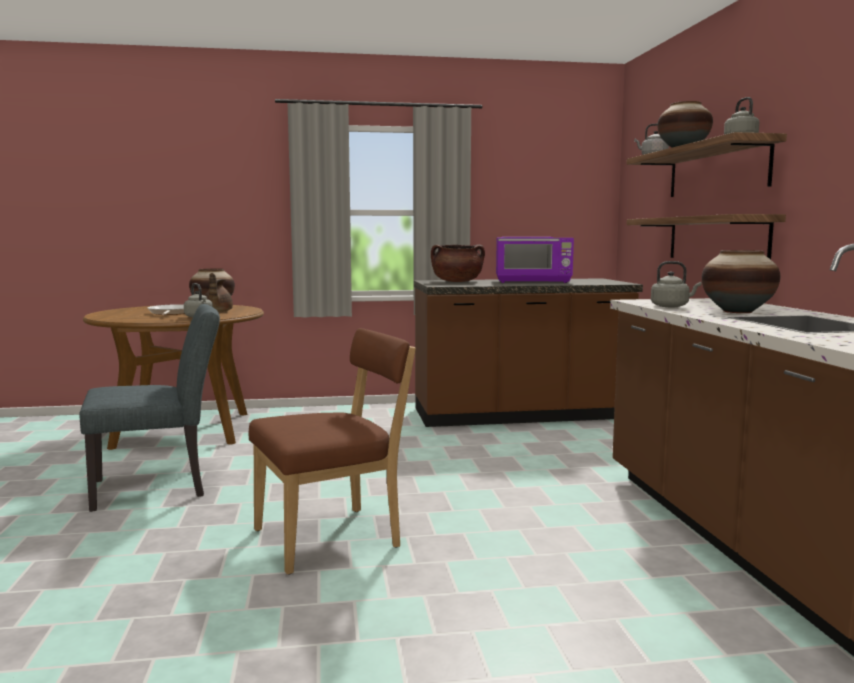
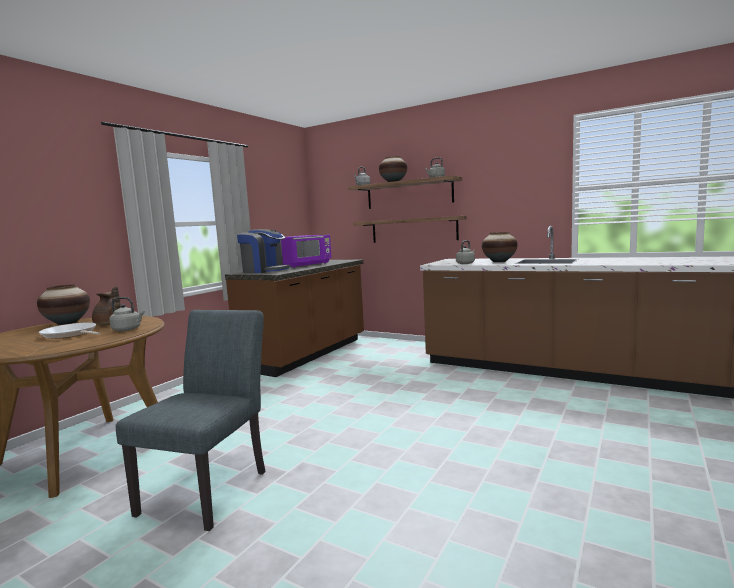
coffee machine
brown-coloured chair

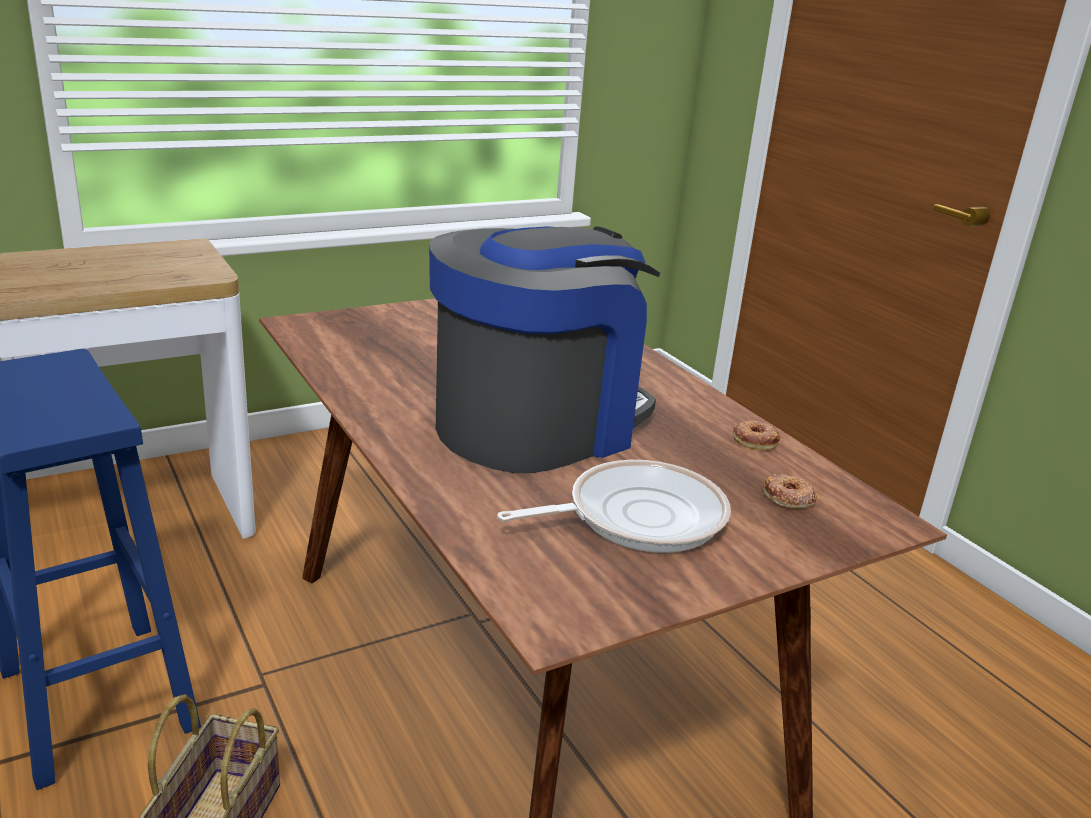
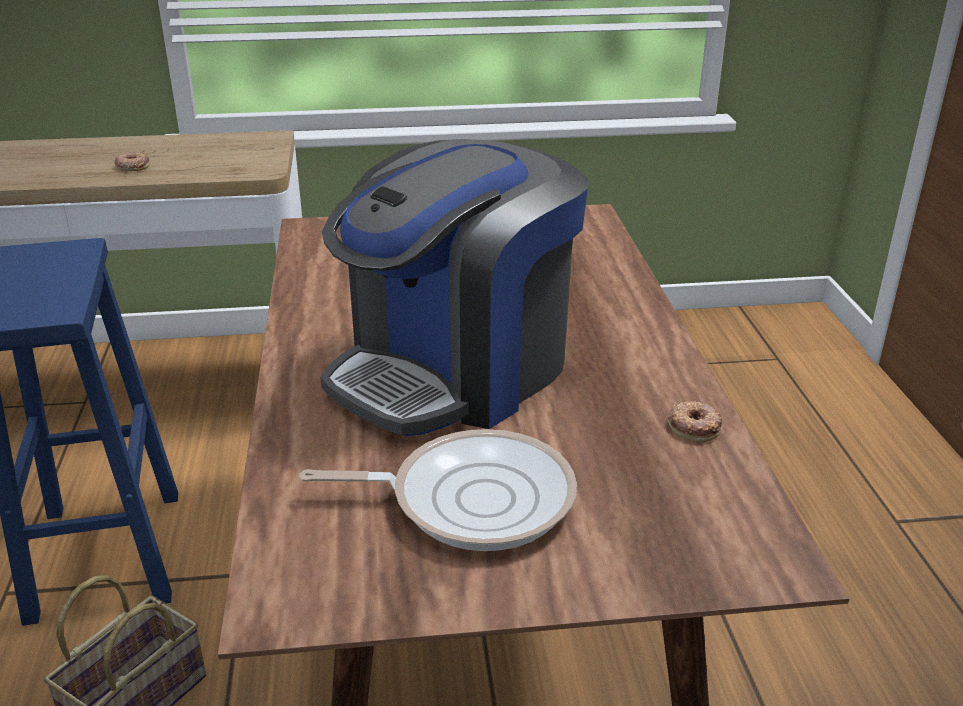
coffee machine
doughnut (no. 1 from left)

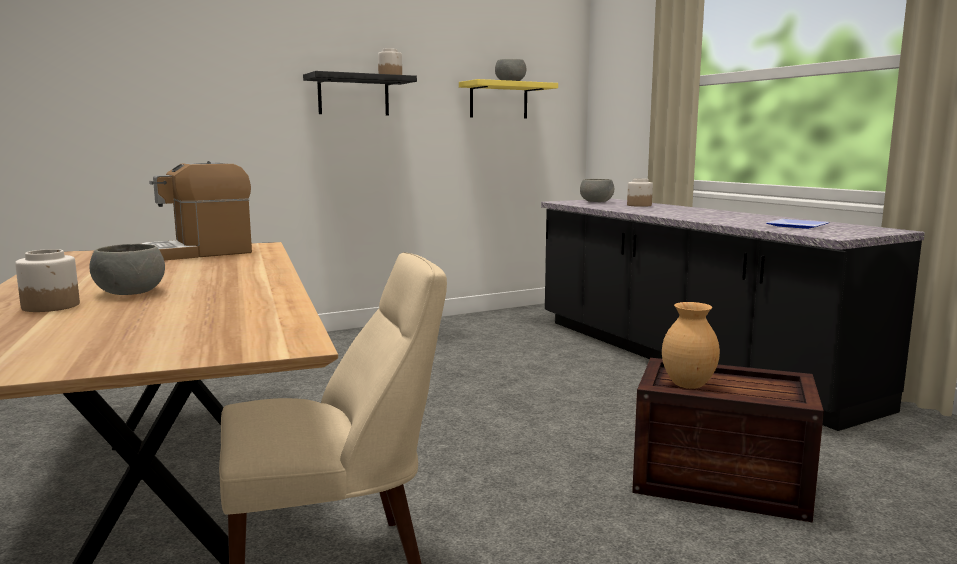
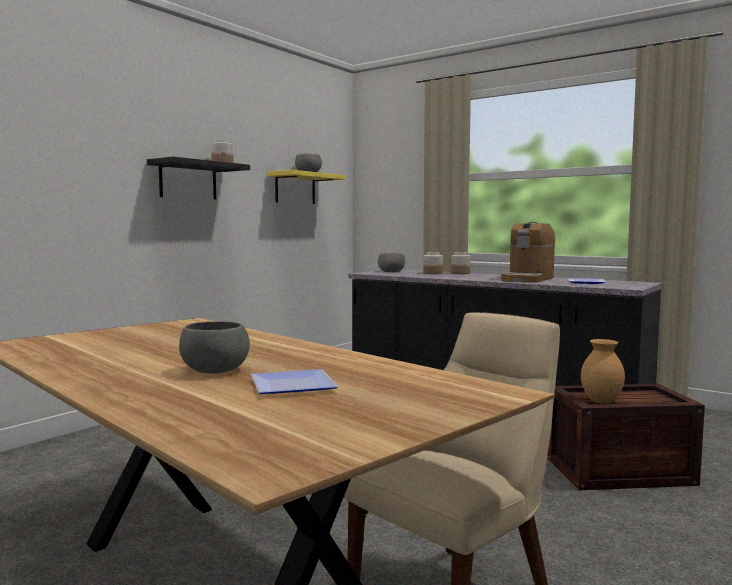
coffee machine
storage jar (no. 3 from left)
plate (no. 1 from left)

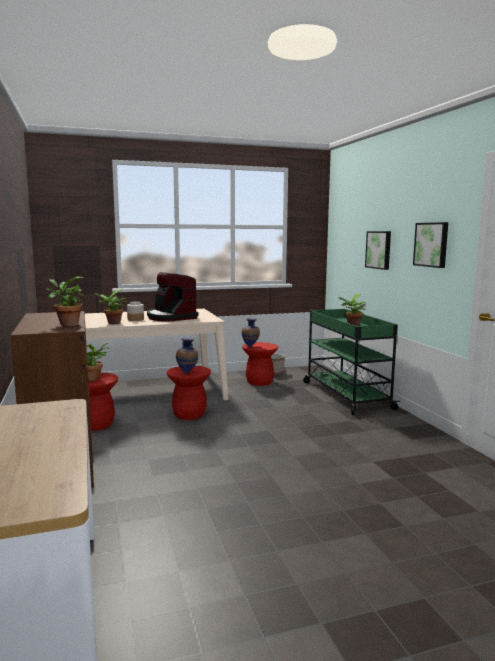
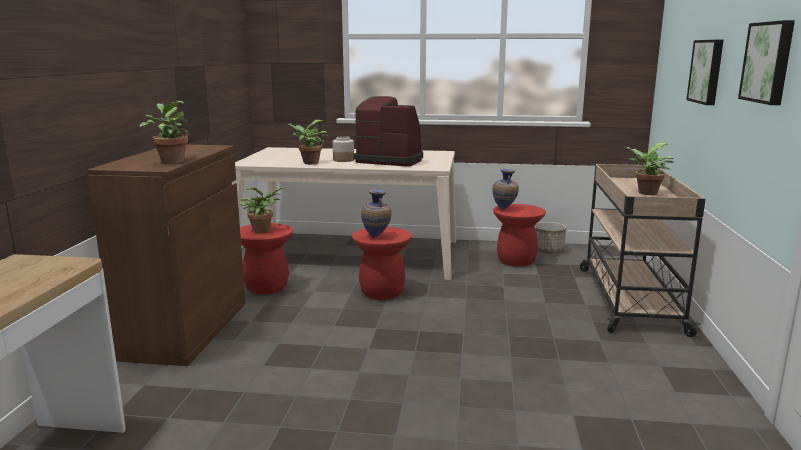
coffee machine
beige-coloured wheeled cart

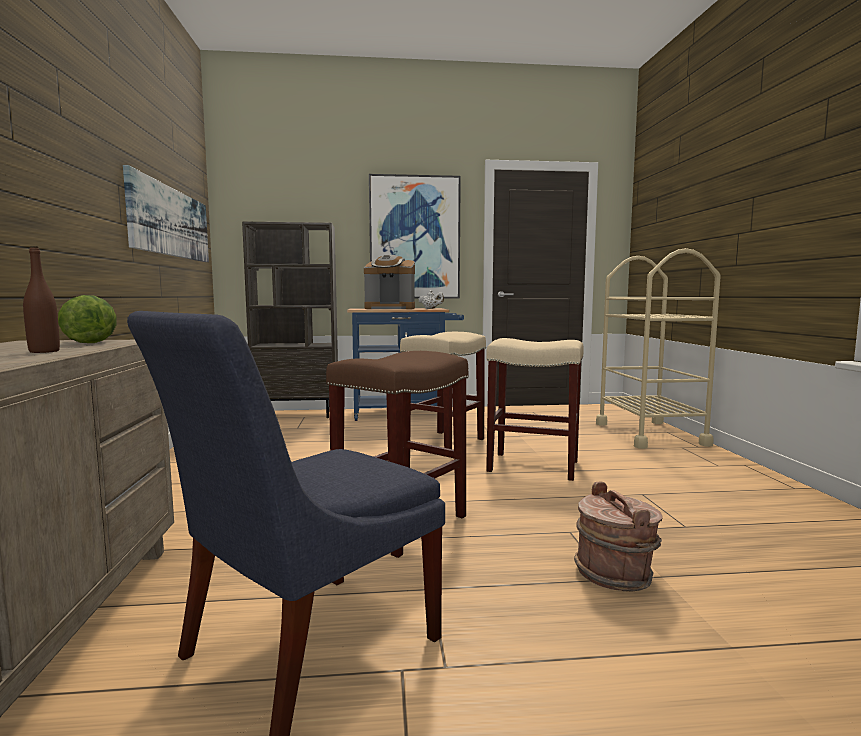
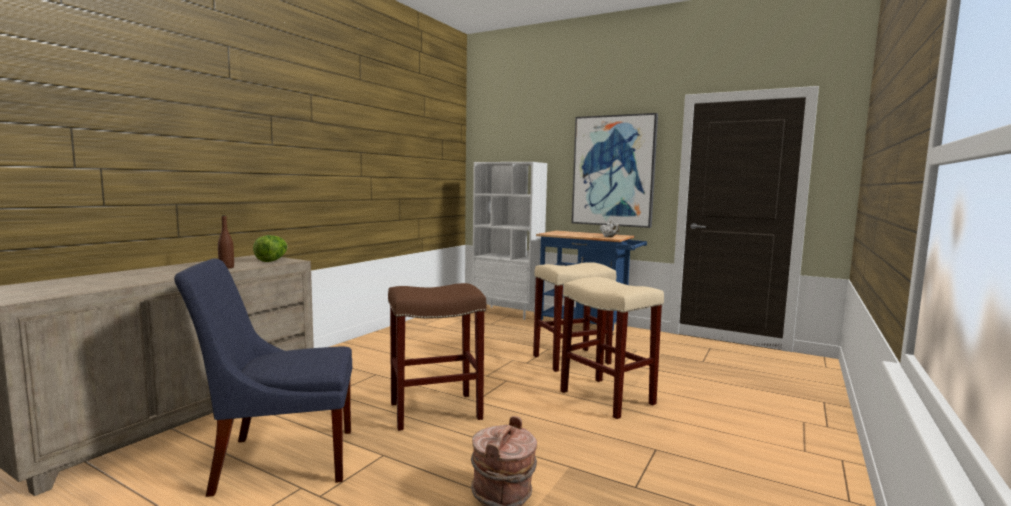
picture (no. 1 from left in the first image)
white bookshelf
beige-coloured wheeled cart
coffee machine

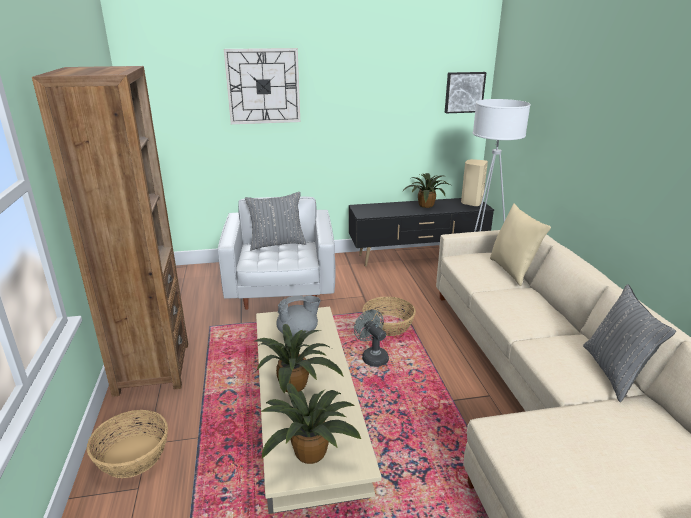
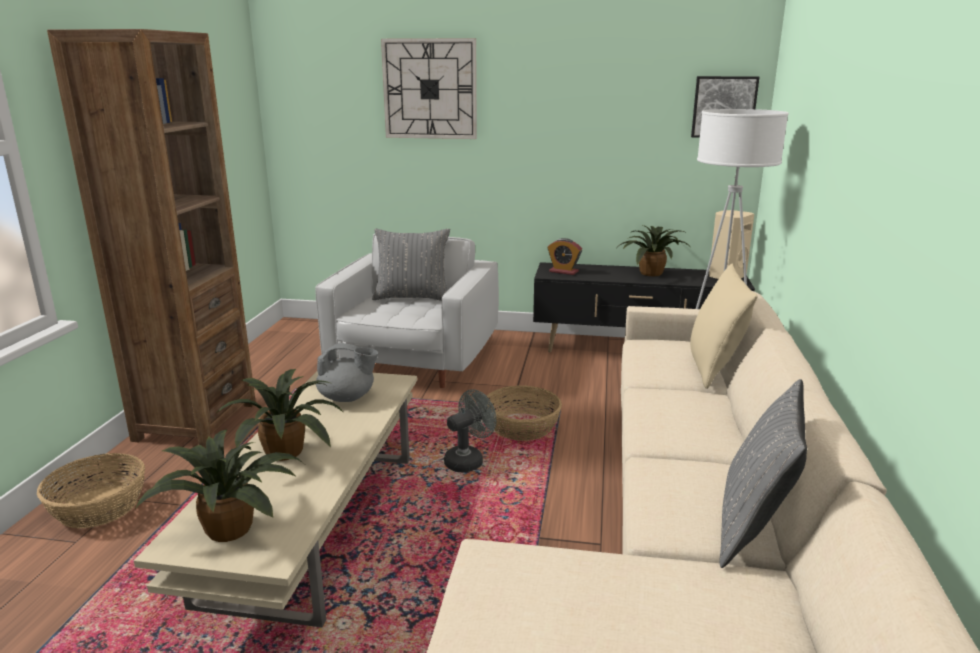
gray electric fan
bedside clock

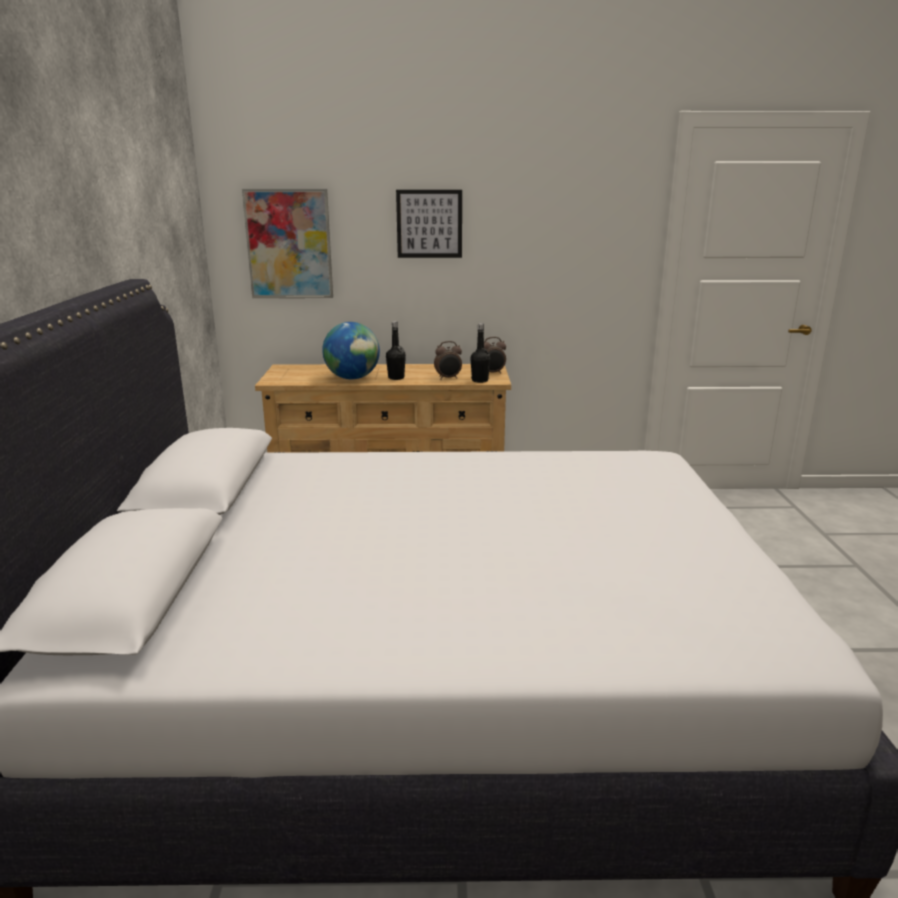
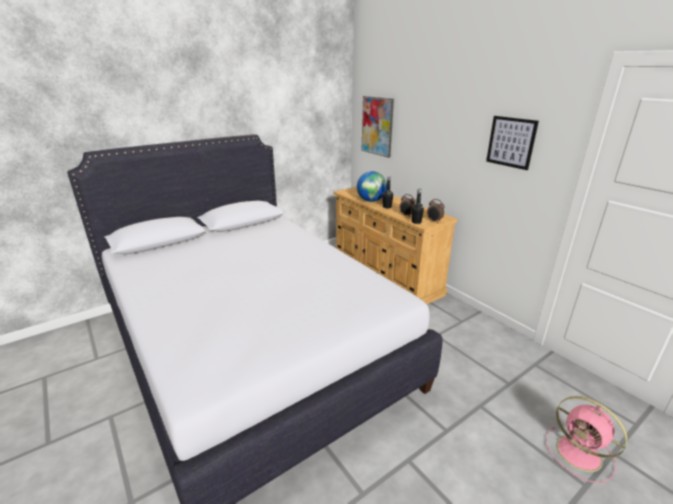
picture (no. 2 from left)
pink electric fan

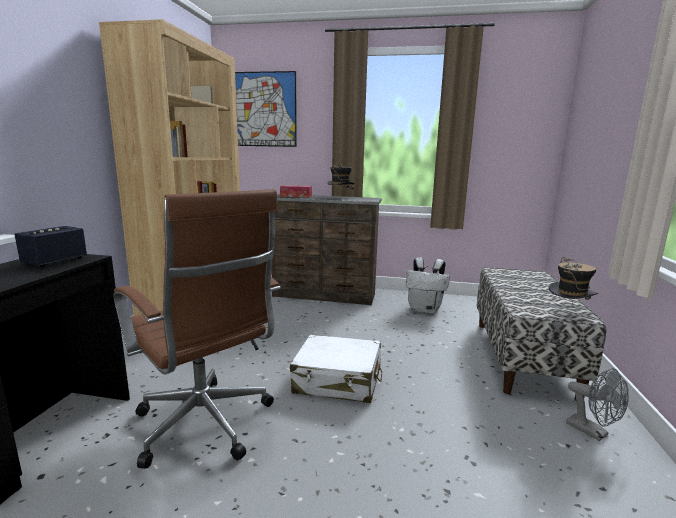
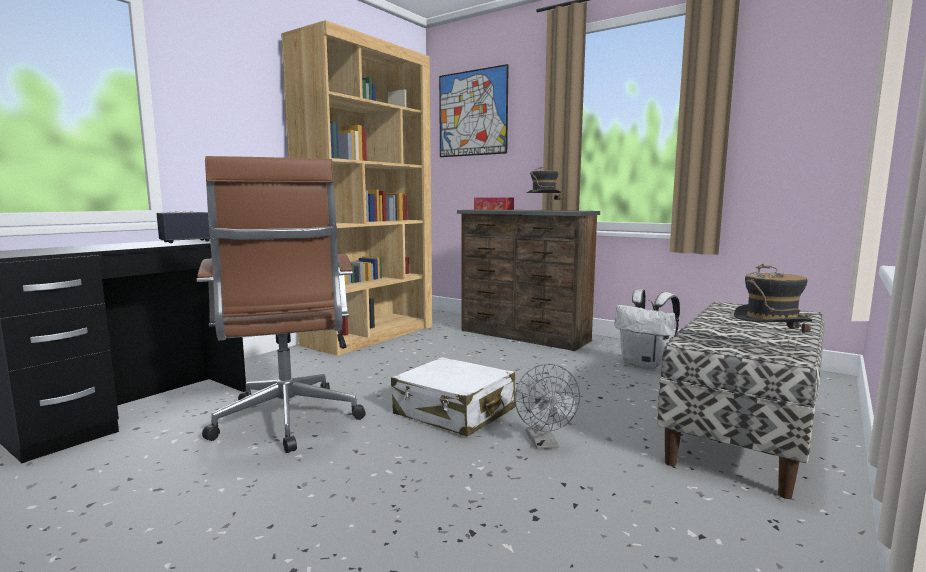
gray electric fan

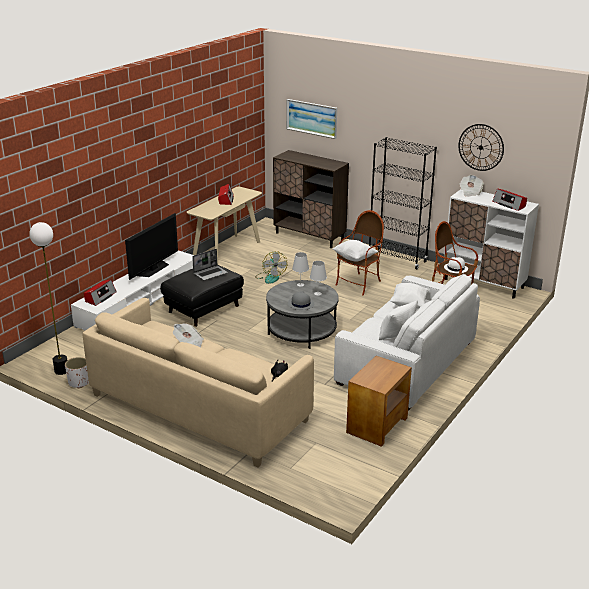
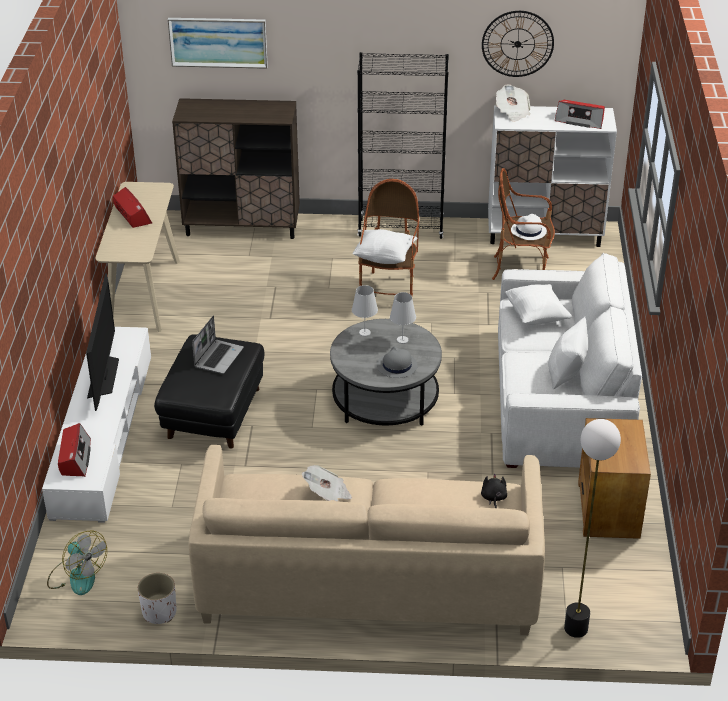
standard lamp
electric fan

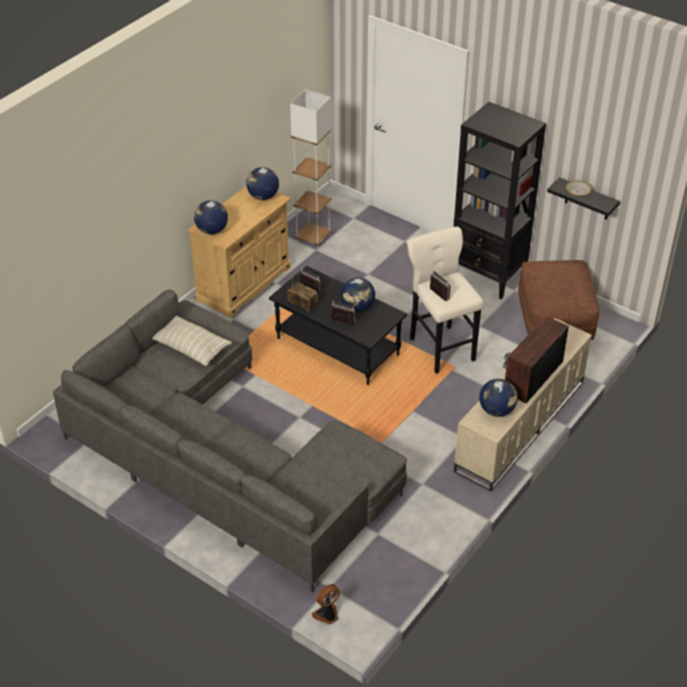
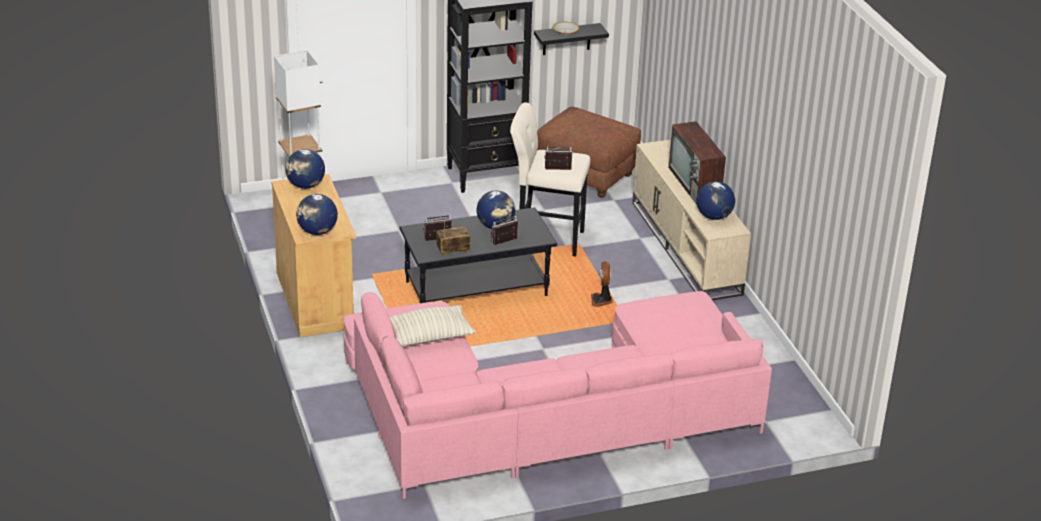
pink sofa
electric fan

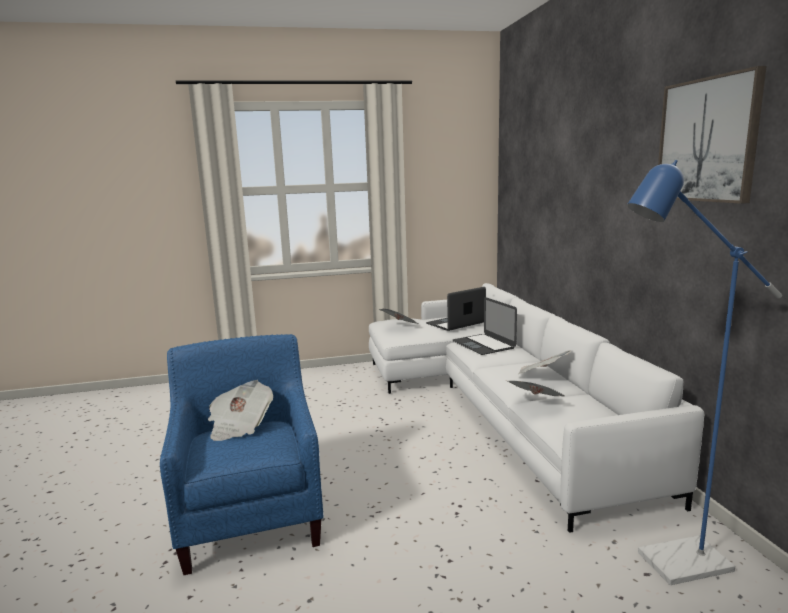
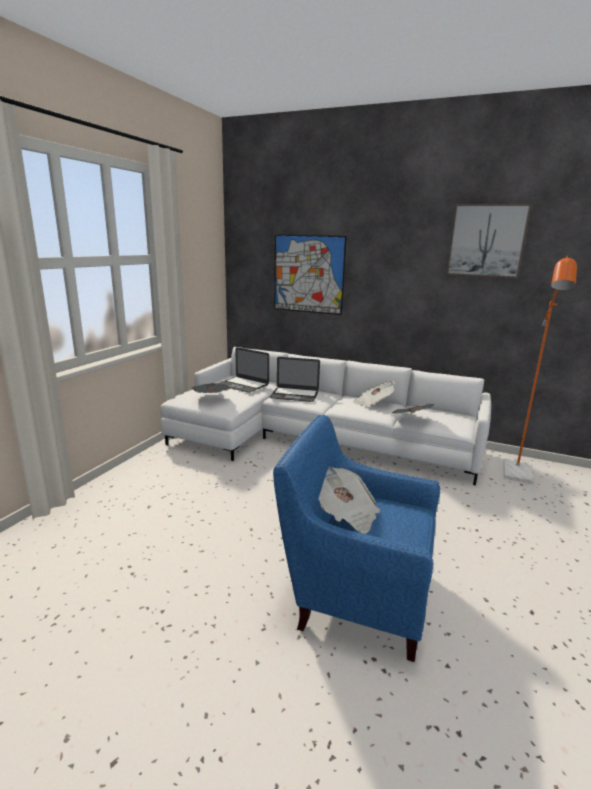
orangey standard lamp
notebook computer (no. 1 from left)
picture (no. 1 from left)

